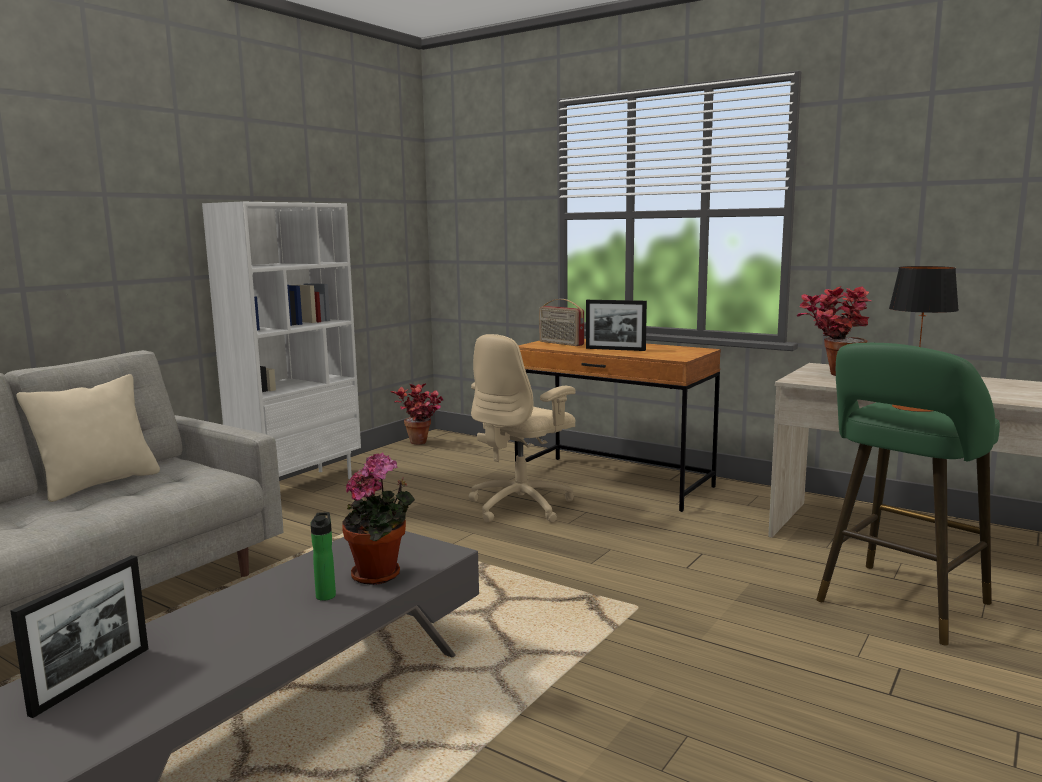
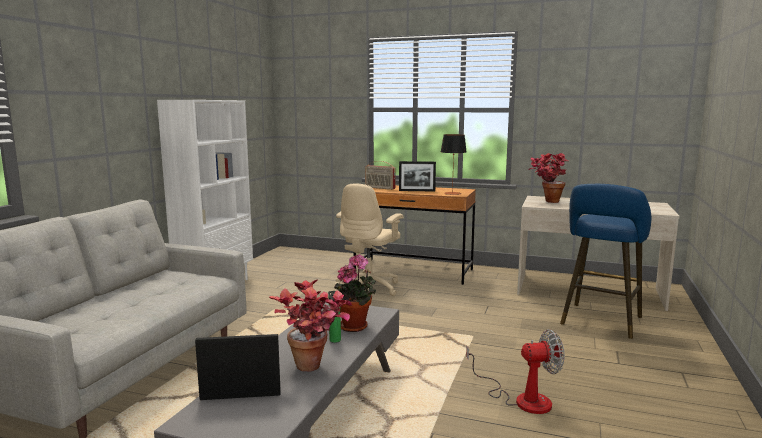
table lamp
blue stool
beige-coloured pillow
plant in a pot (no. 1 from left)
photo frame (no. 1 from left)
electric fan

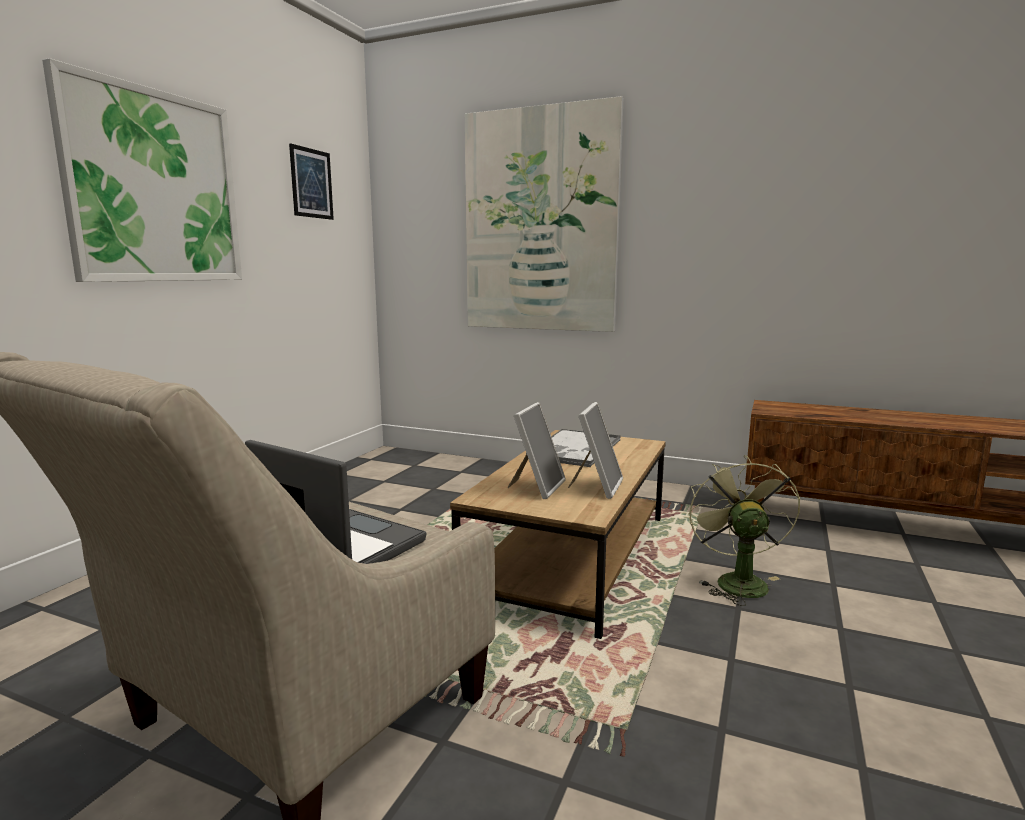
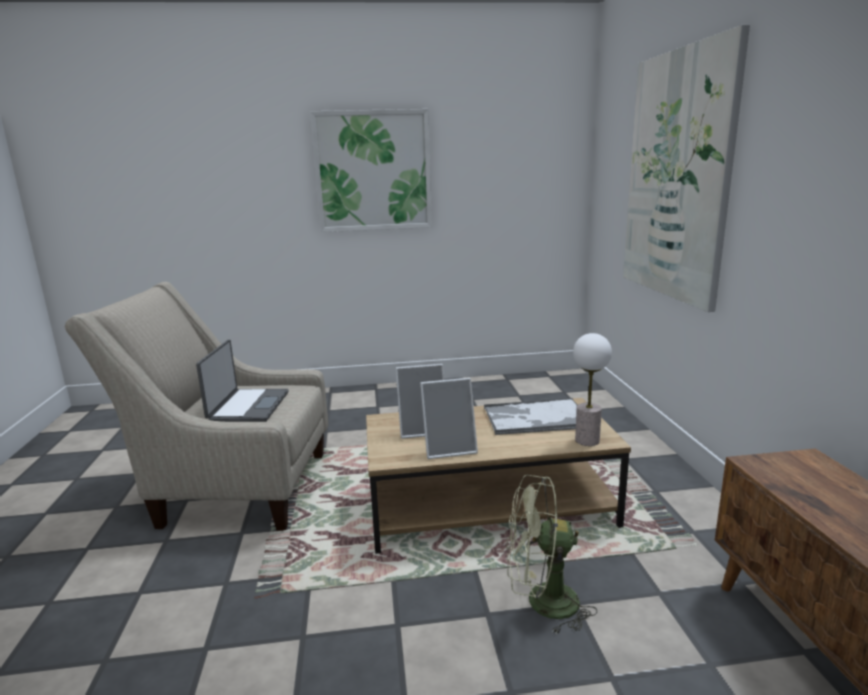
picture (no. 2 from left in the first image)
greenish electric fan
table lamp

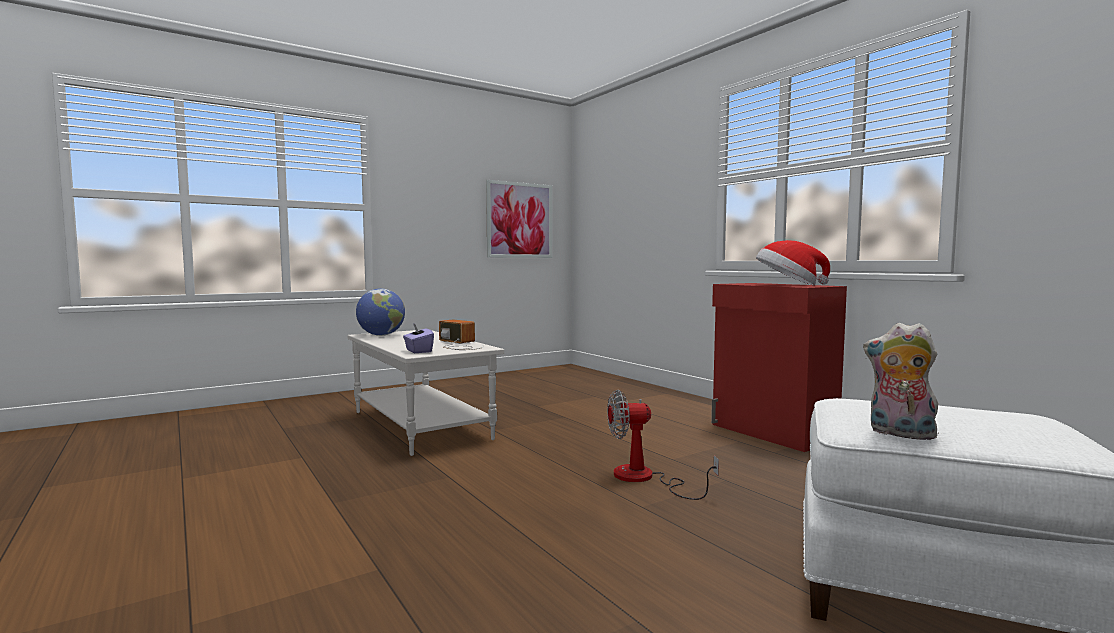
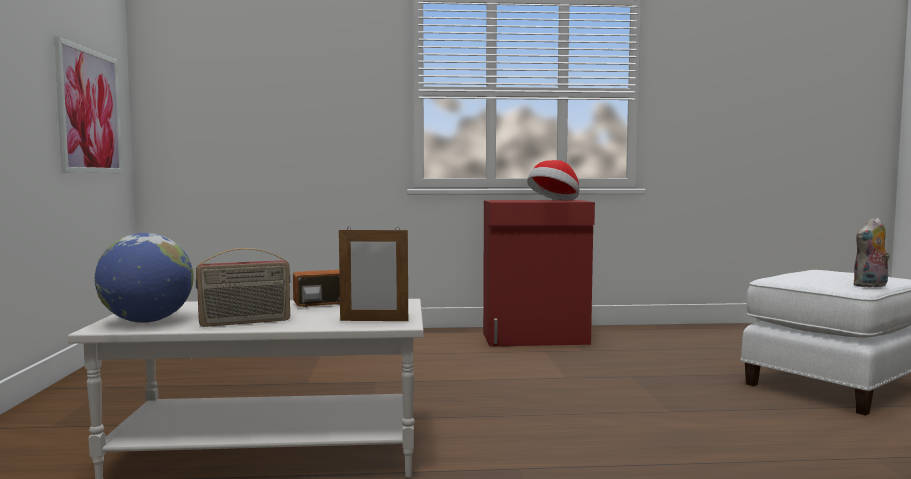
photo frame
electric fan
radio set (no. 1 from left)

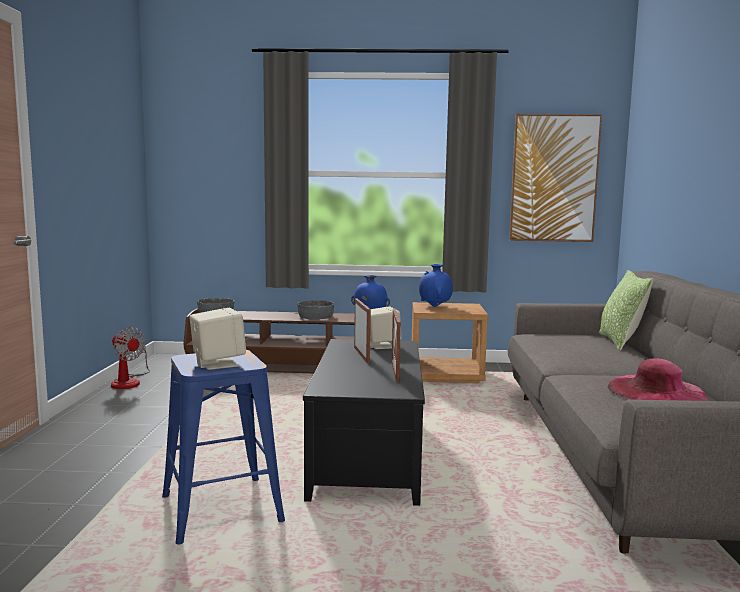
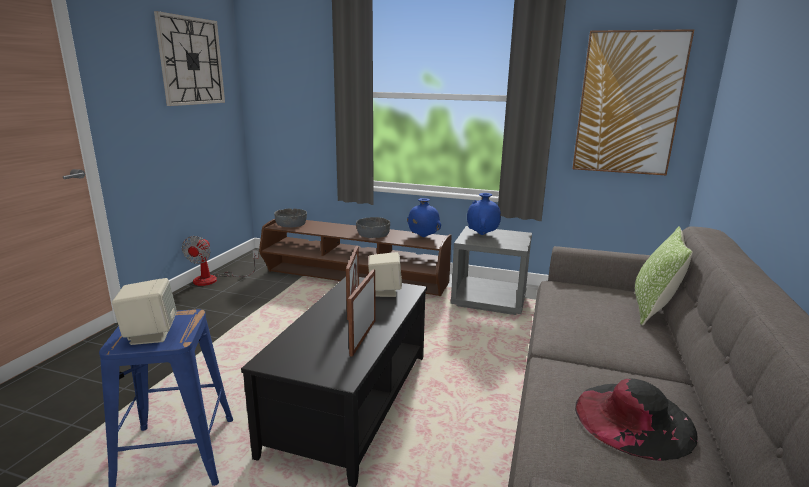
gray bedside table
electric fan
black hat
hanging clock

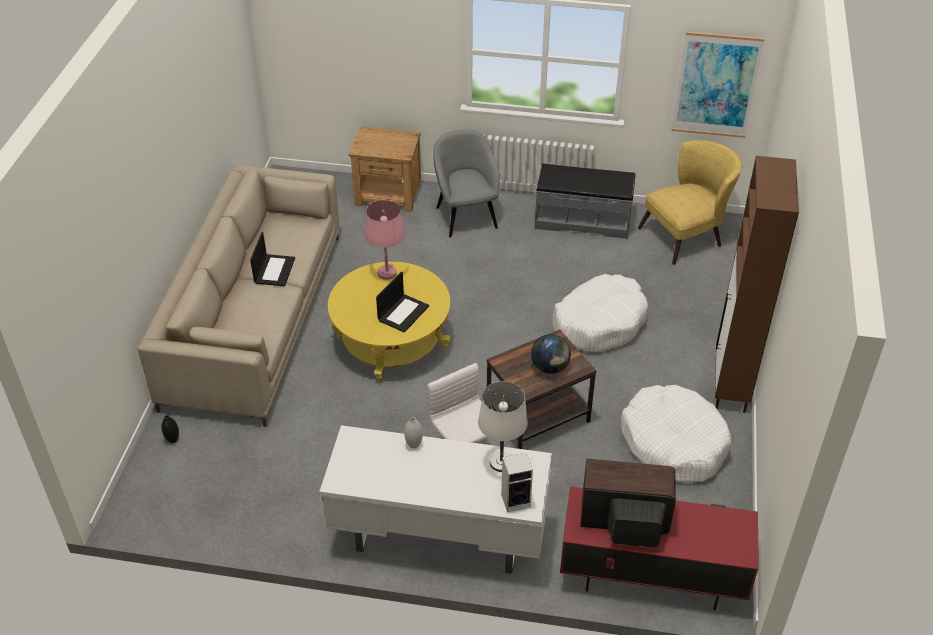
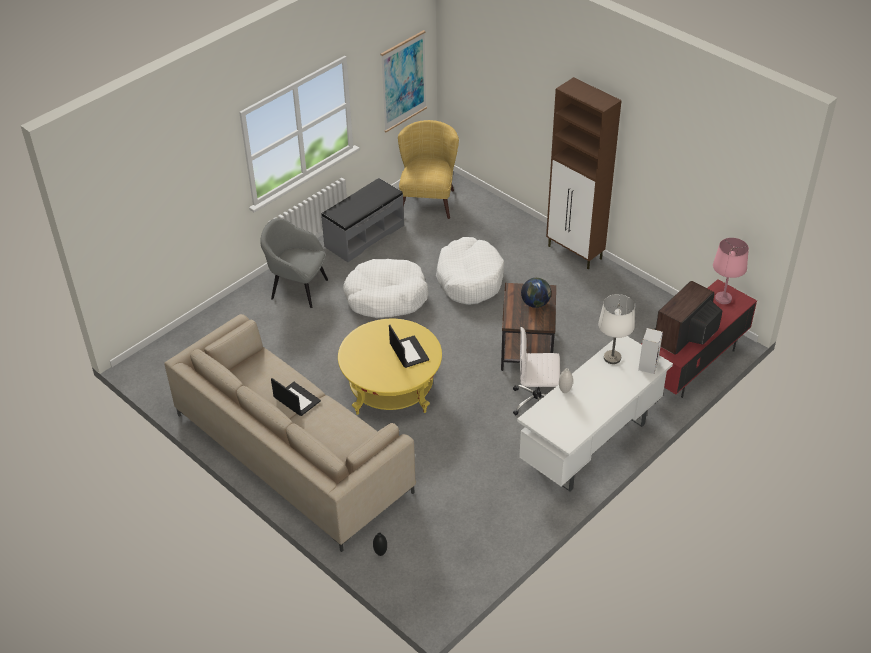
brown-coloured bedside table
pink table lamp
white dog cushion (no. 1 from left)

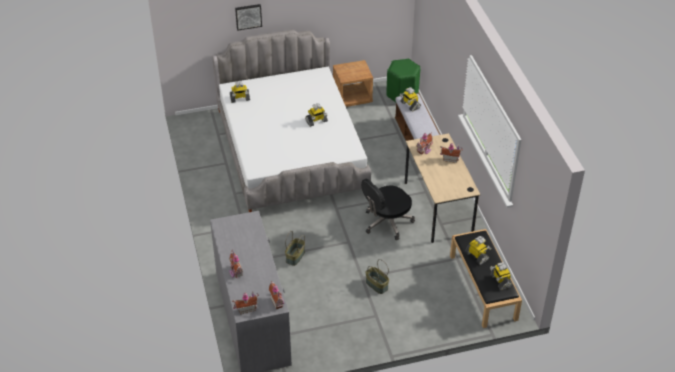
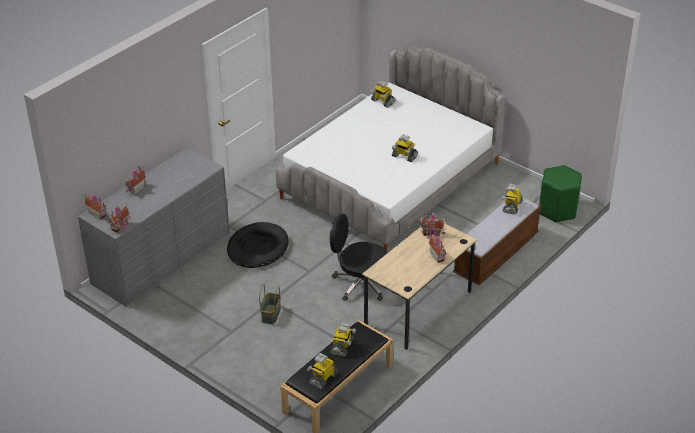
picture
brown-coloured bedside table
black dog cushion

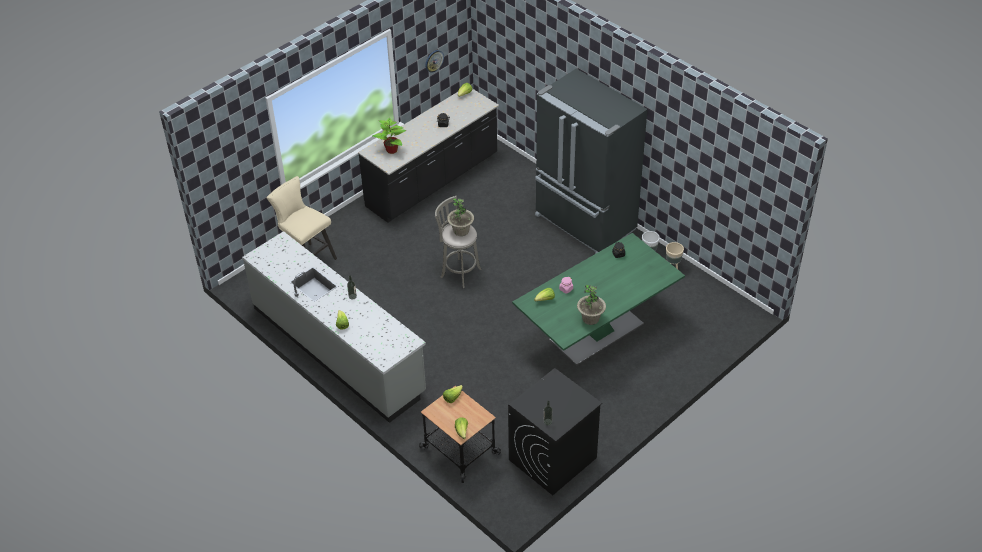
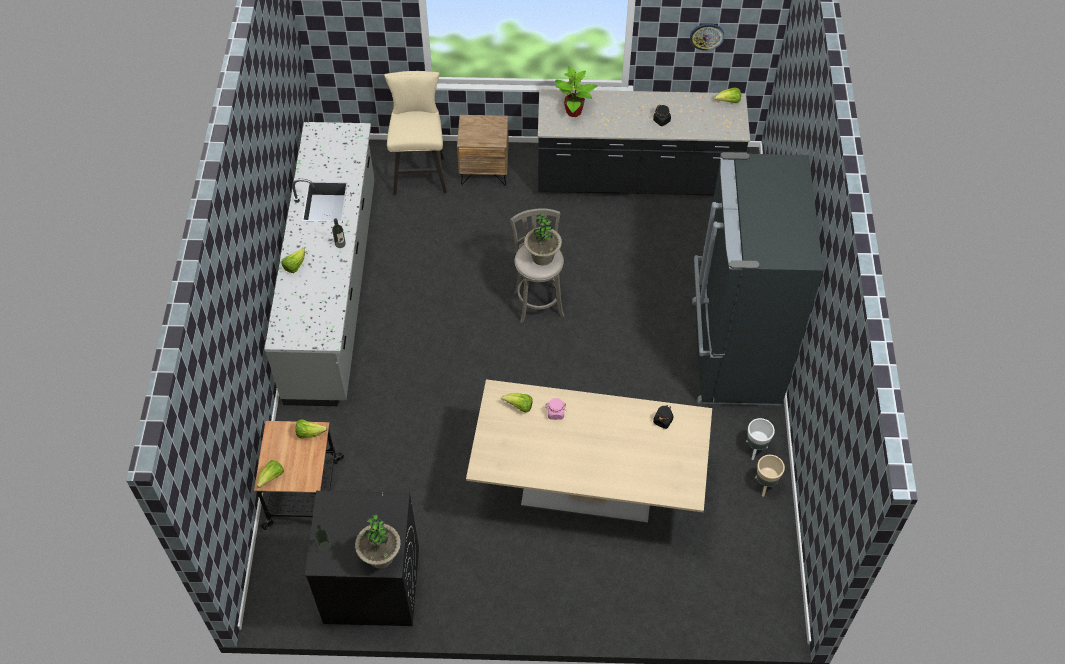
beige-coloured dinner table
plant in a pot (no. 1 from left)
brown-coloured bedside table

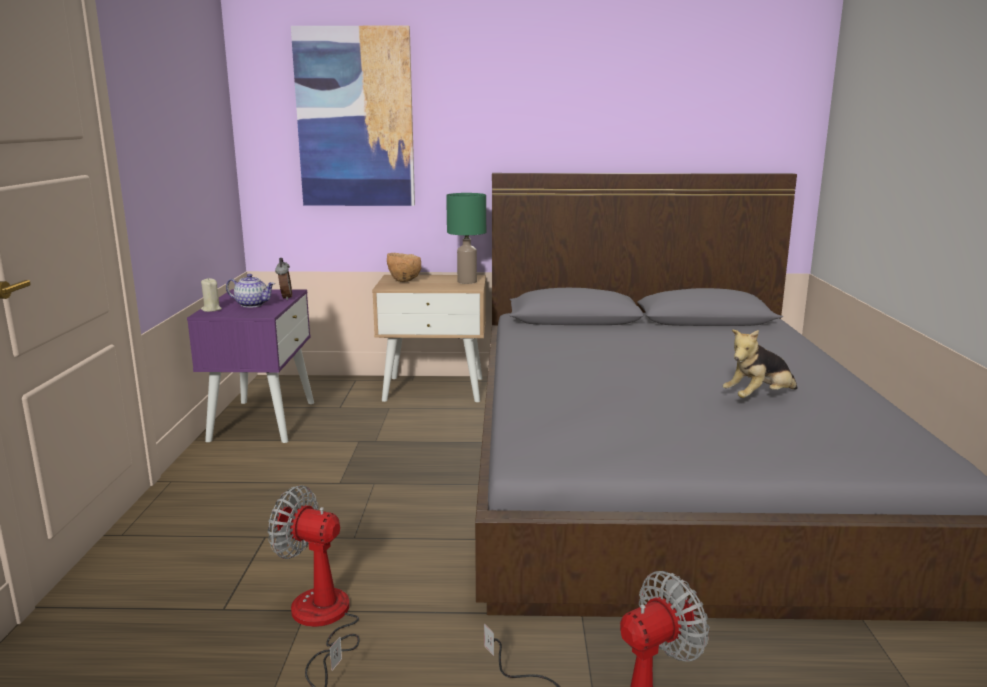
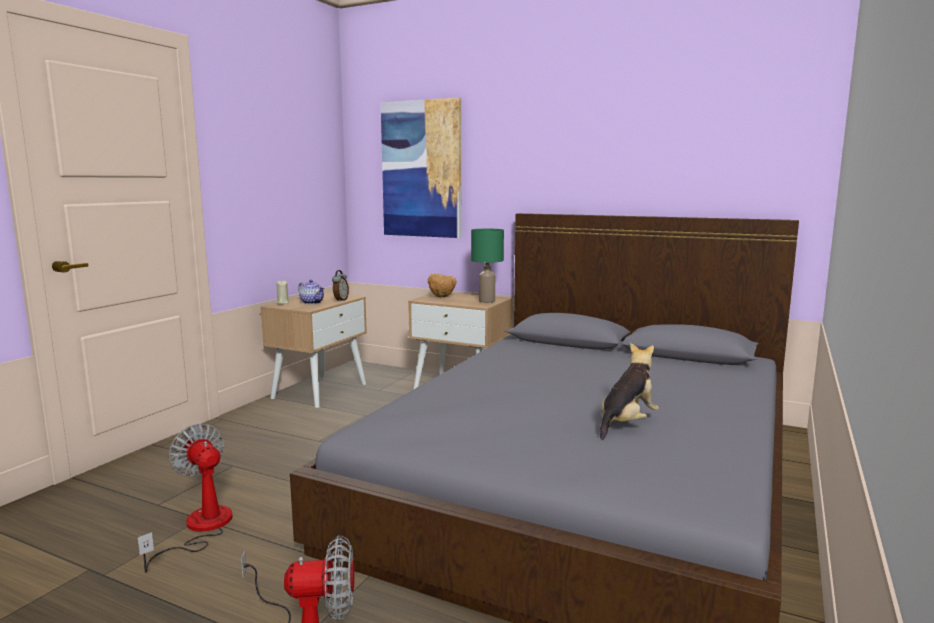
beige-coloured bedside table (no. 1 from left)
cuddly toy

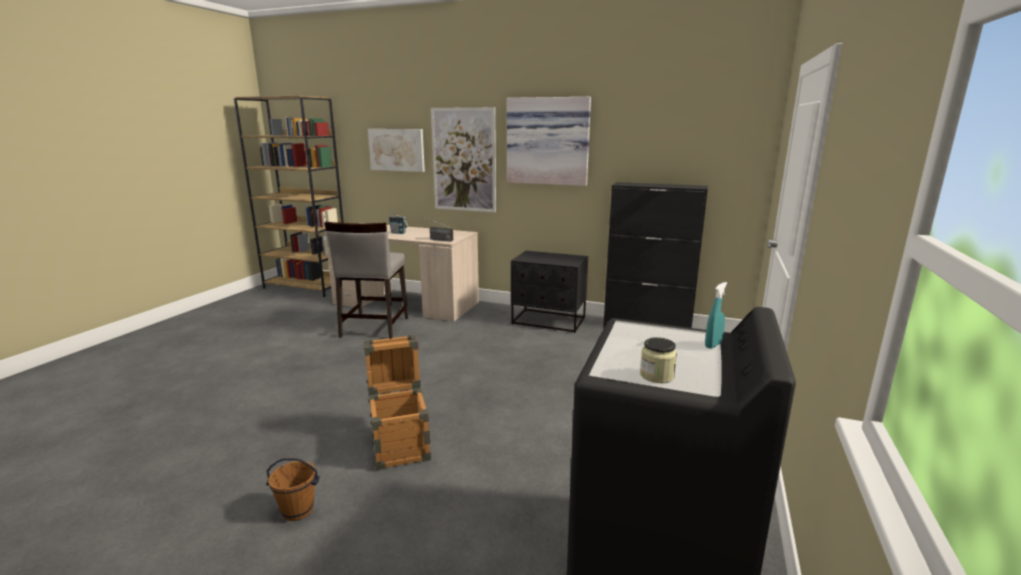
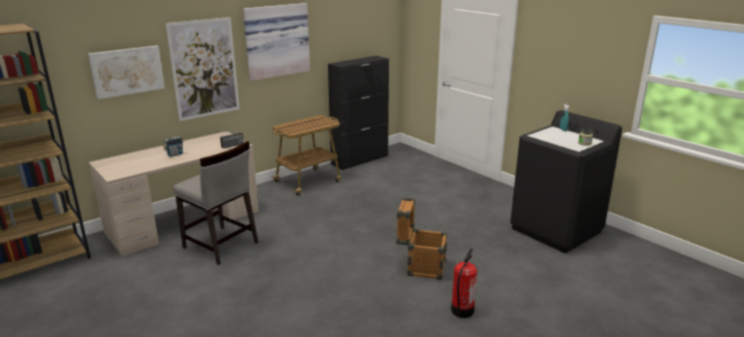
wheeled cart
fire-fighting cylinder

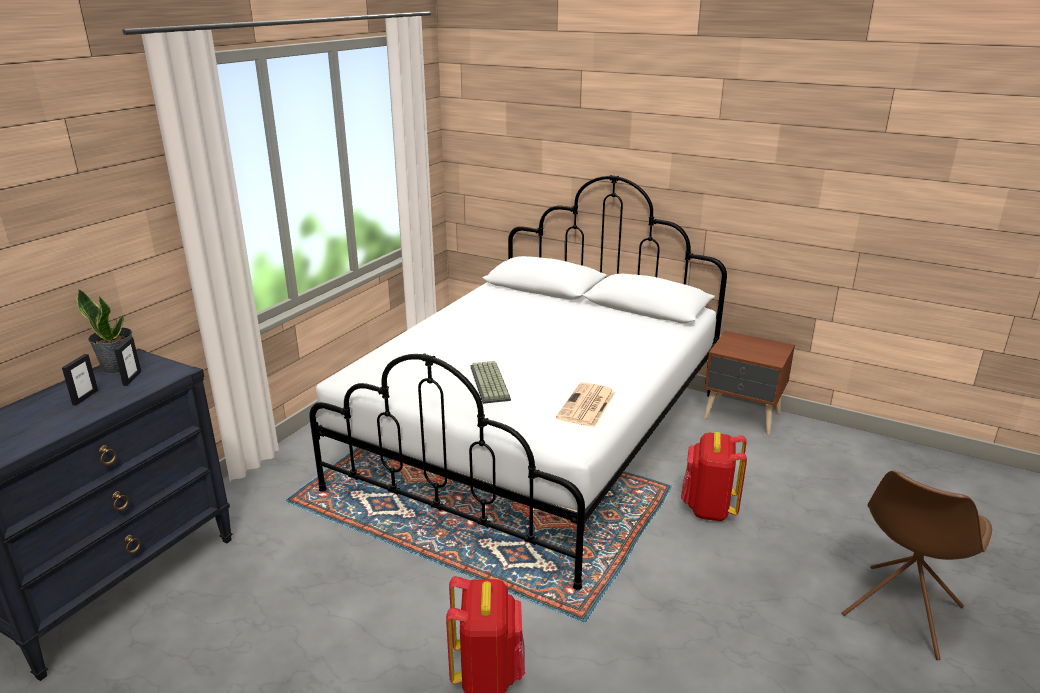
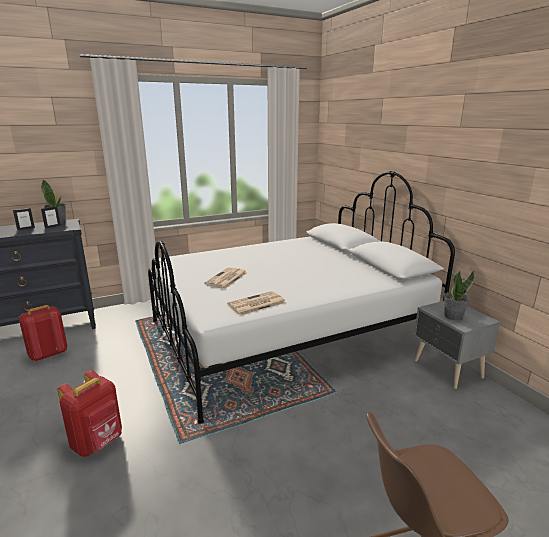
gray bedside table
printed paper (no. 1 from left)
reddish backpack (no. 1 from left)
plant in a pot (no. 2 from left)

